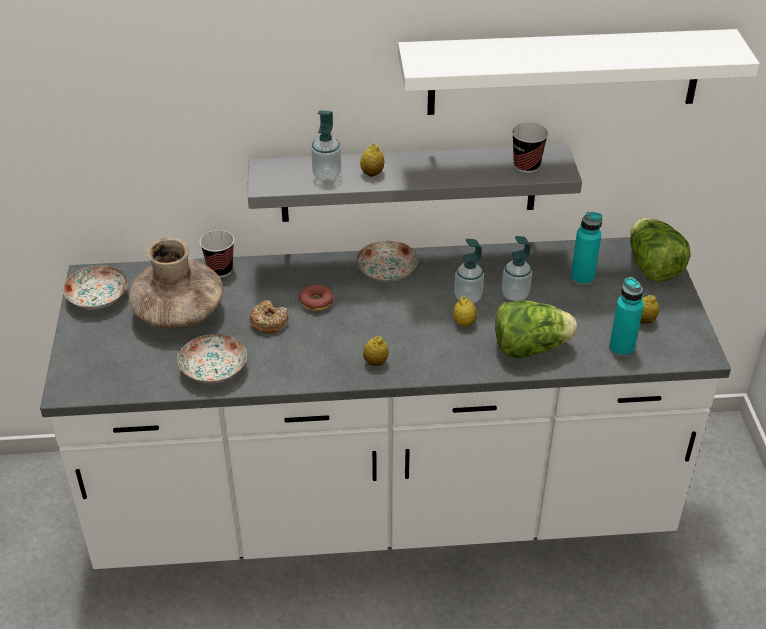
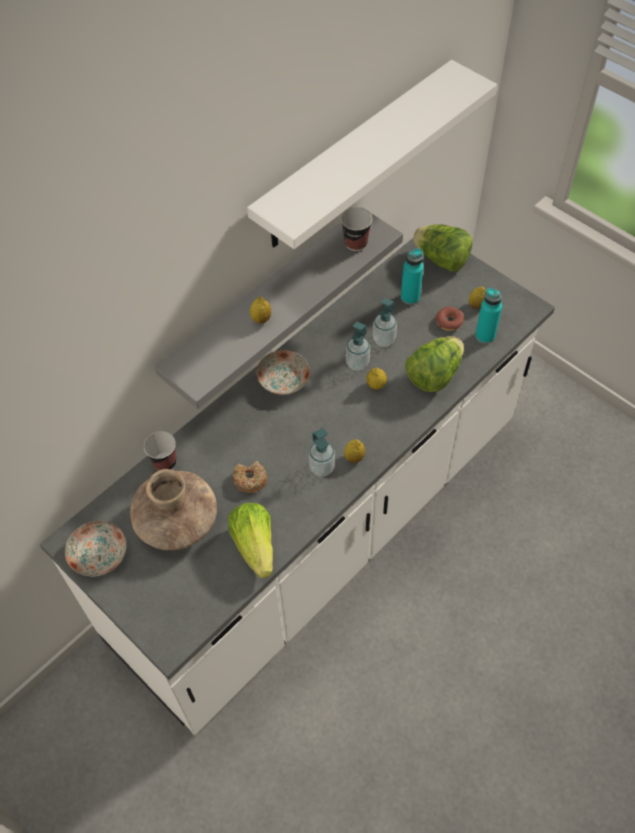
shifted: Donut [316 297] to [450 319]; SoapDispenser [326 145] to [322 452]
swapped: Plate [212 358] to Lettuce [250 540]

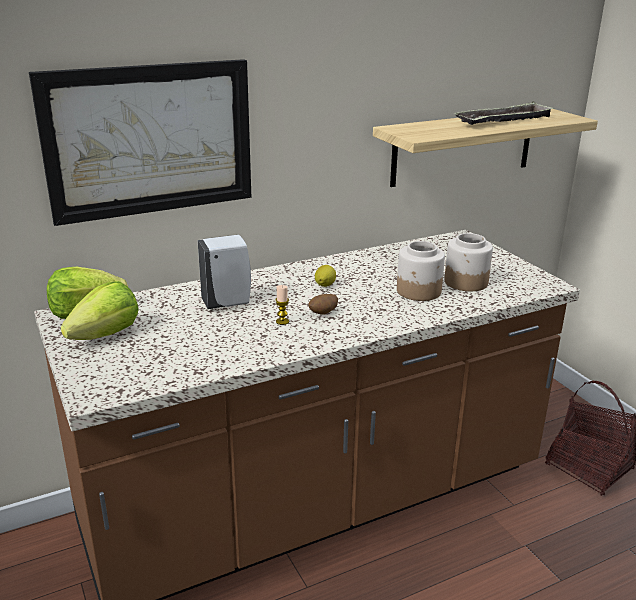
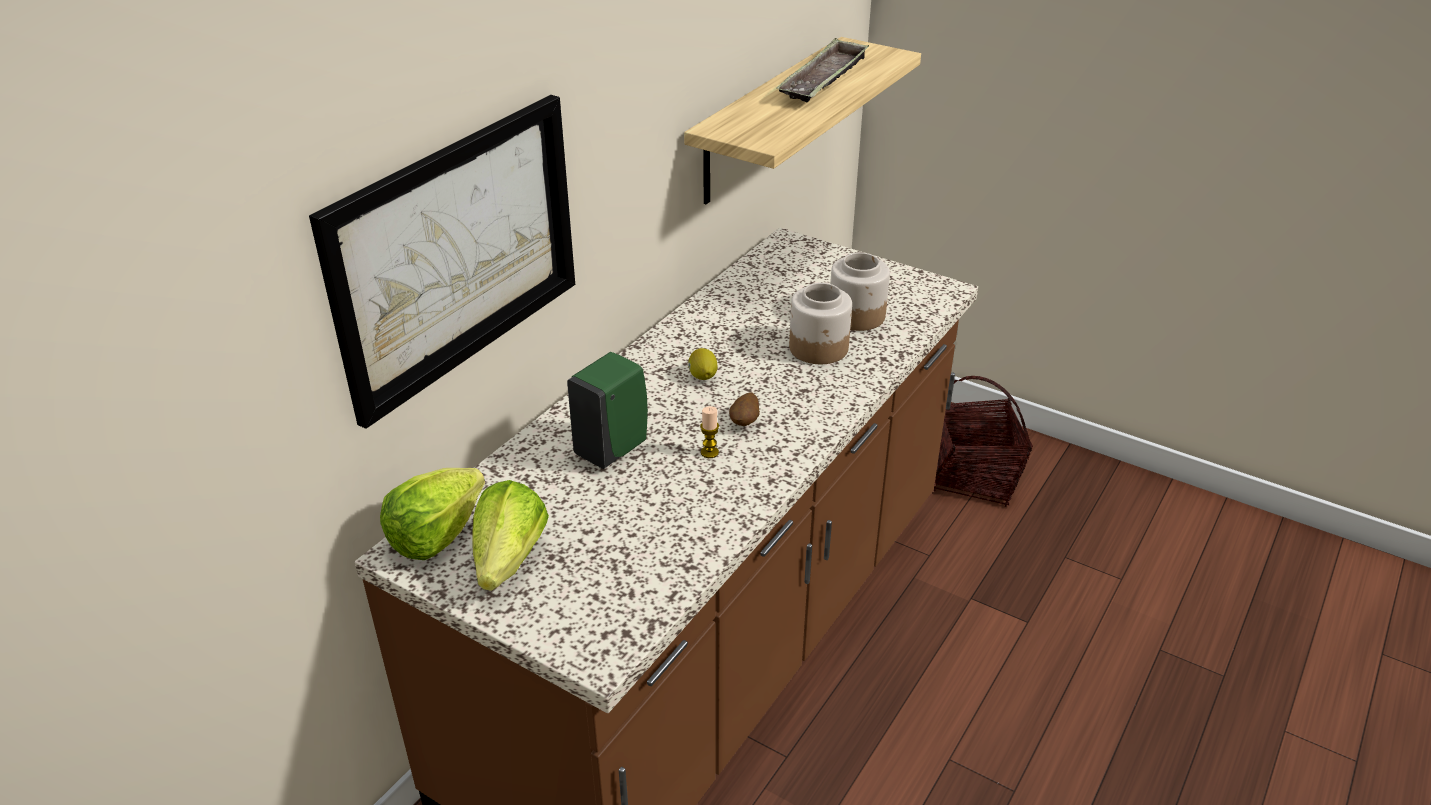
repainted: WhiteSoapDispenser [224 272] to GreenSoapDispenser [607 410]

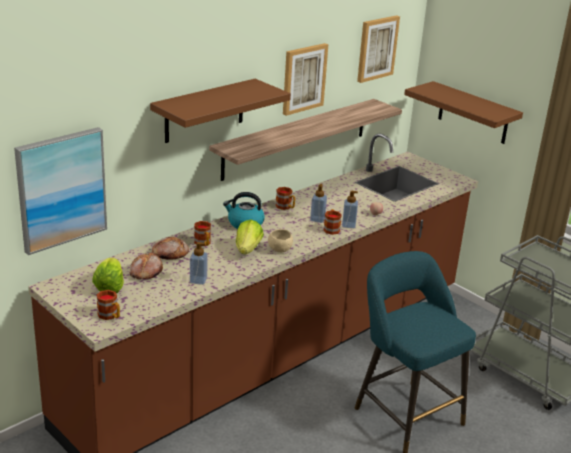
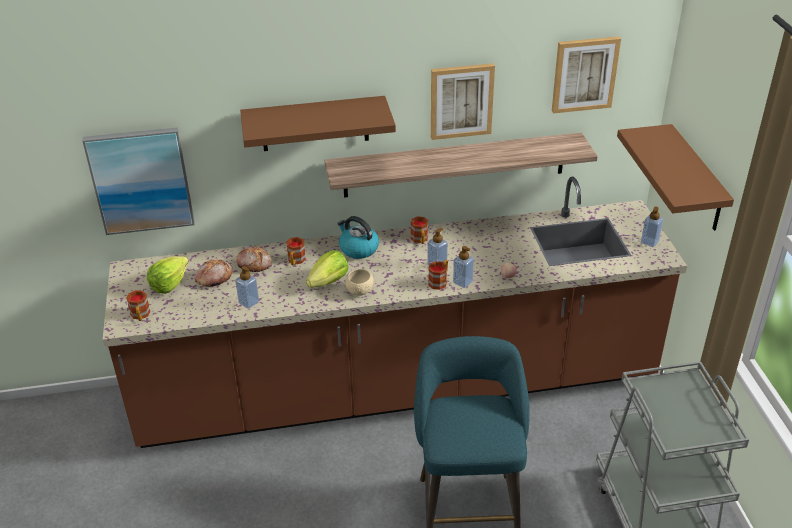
new: SoapDispenser [652 226]

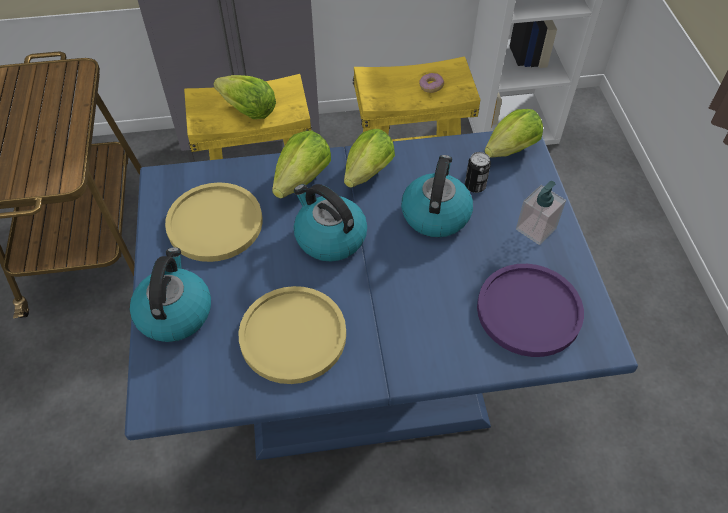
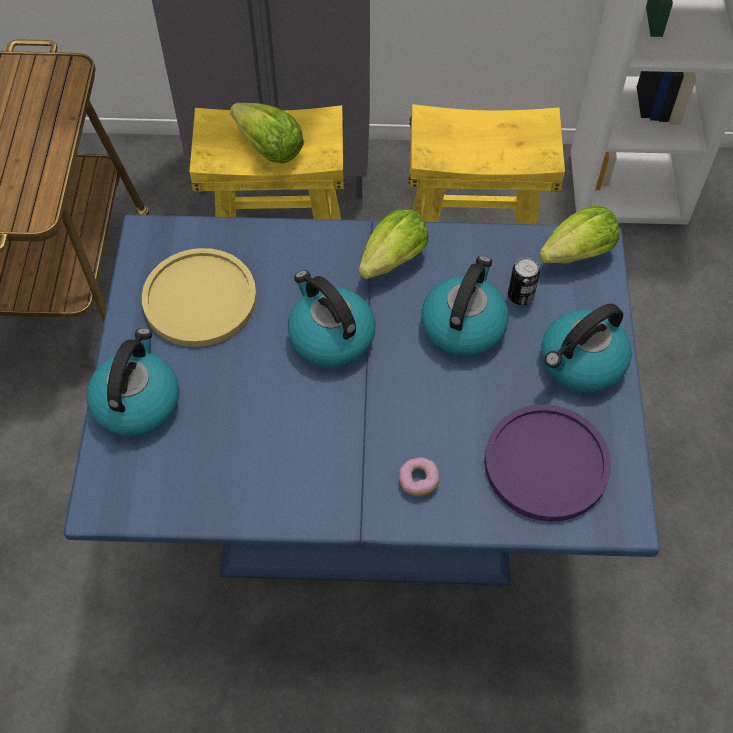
gone: YellowPlate [292 335]; Lettuce [301 165]
shifted: Donut [431 83] to [419 476]
swapped: SoapDispenser [541 213] to Kettle [586 348]

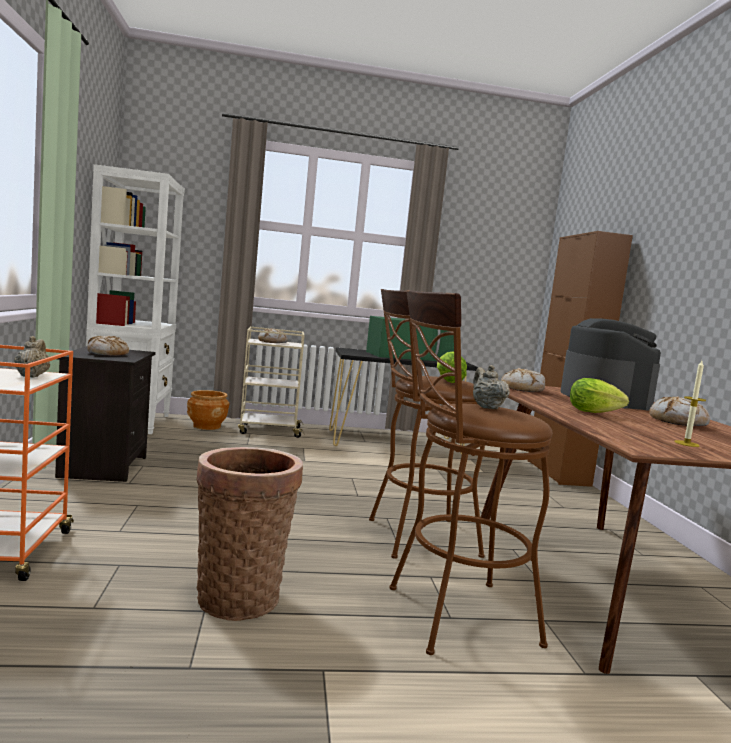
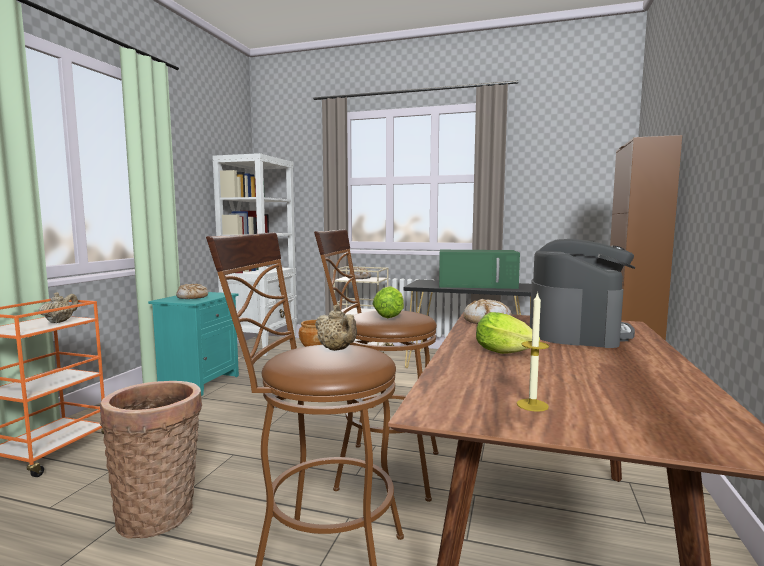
gone: Bread [679 411]
repainted: BlackNightstand [105 414] to TurquoiseNightstand [193 344]
rotated: BeigeTeapot [491 387] = [336 328] 135 degrees clockwise

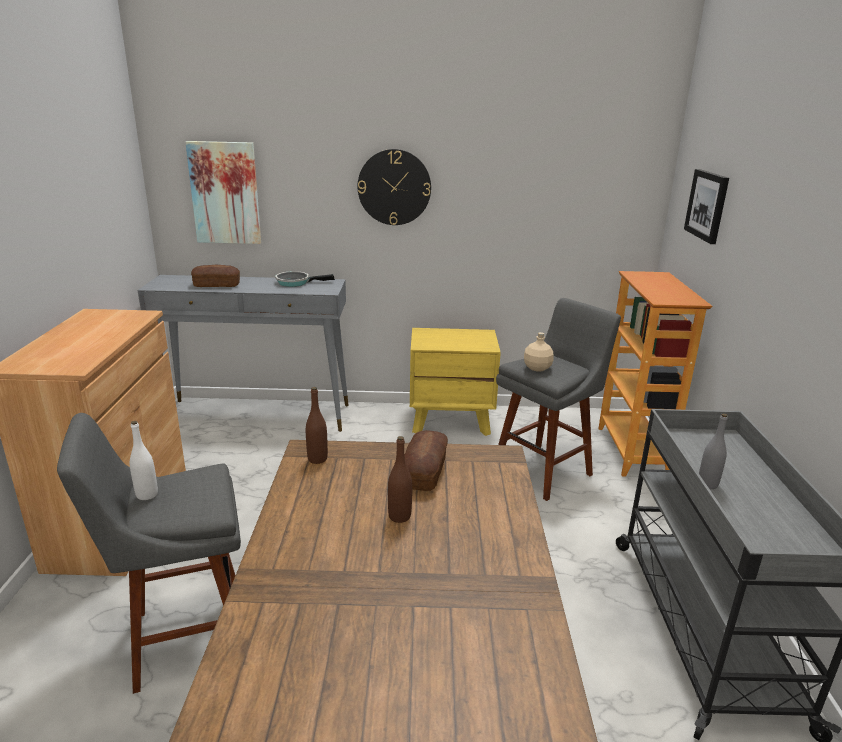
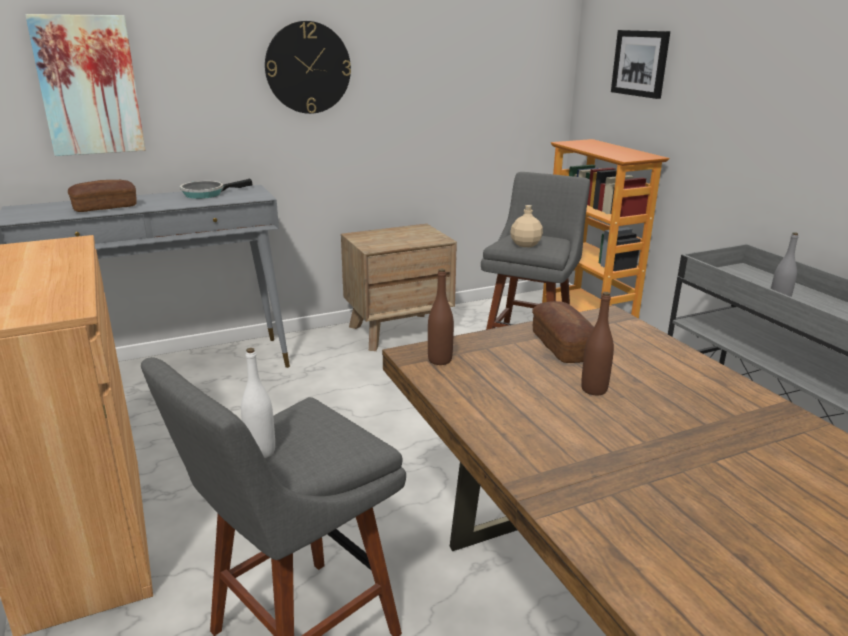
repainted: YellowNightstand [455 382] to BrownNightstand [399 287]

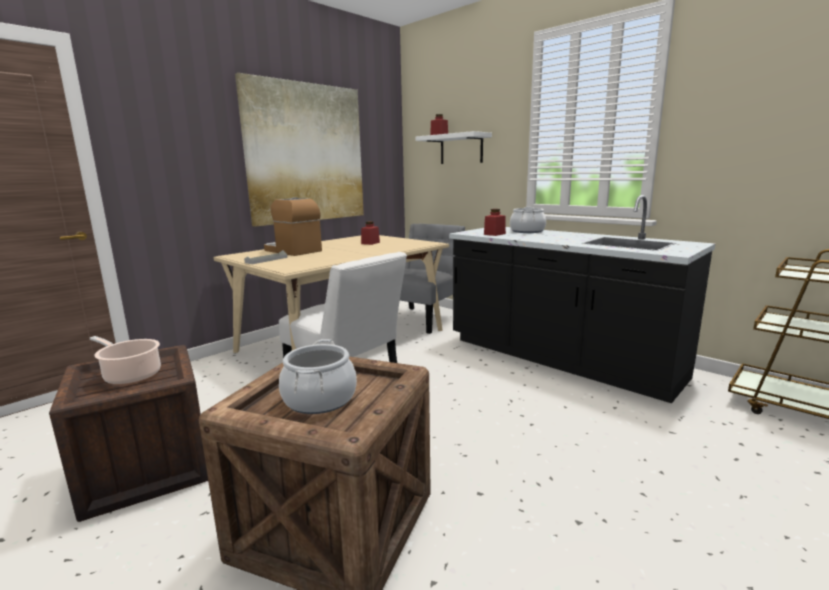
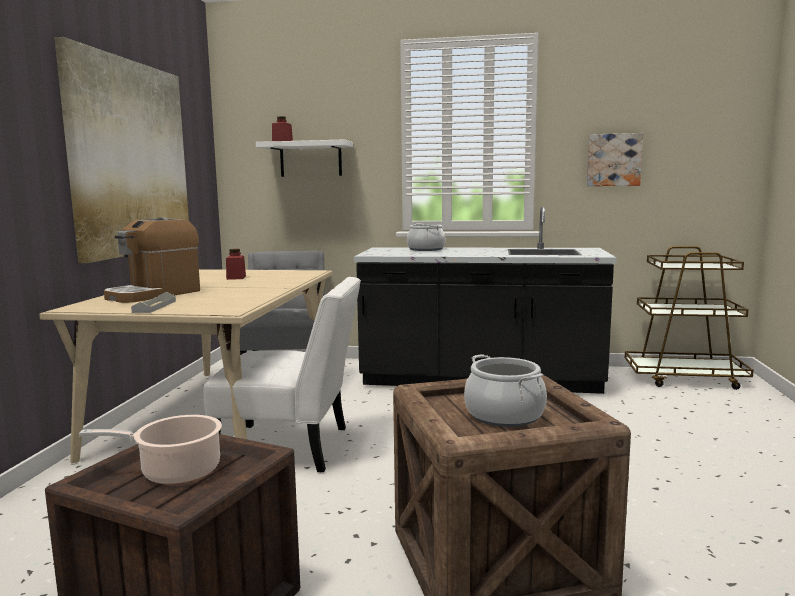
gone: RedJar [495 222]
new: Picture [615 159]
rotated: CoffeeMachine [293 227] = [152 260] 60 degrees counterclockwise

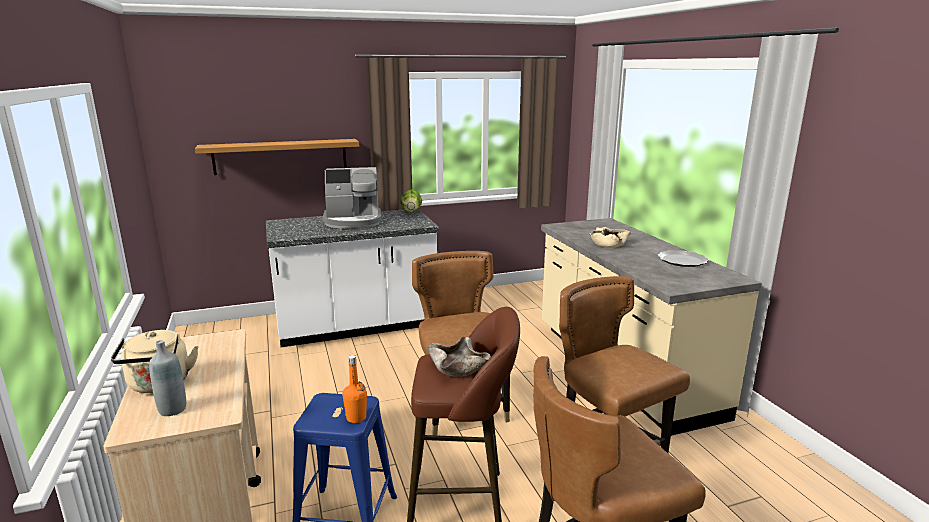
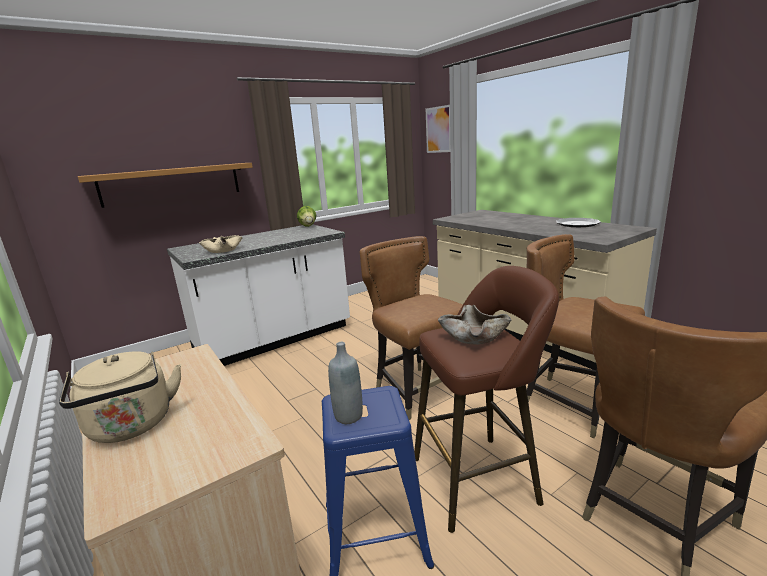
gone: CoffeeMachine [352 198]; OrangeBottle [354 389]
new: Picture [438 129]
shifted: GreyBottle [167 378] to [345 383]; BeigeBowl [610 237] to [221 244]

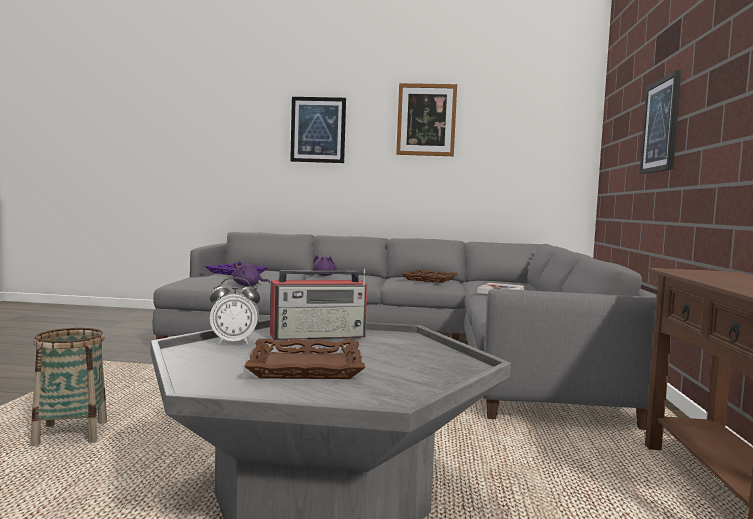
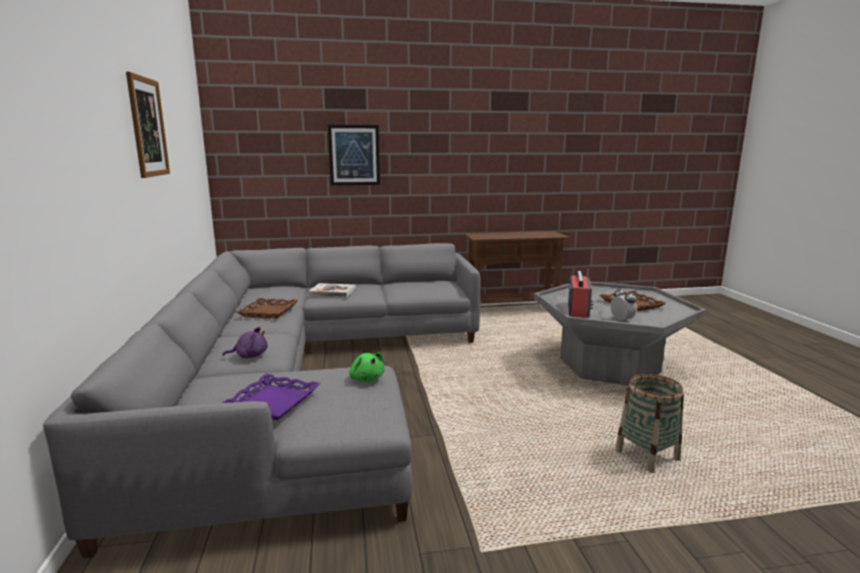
gone: Picture [318 130]
repainted: PurplePlushToy [252 273] to GreenPlushToy [366 367]
rotated: Radio [318 304] = [581 293] 45 degrees clockwise

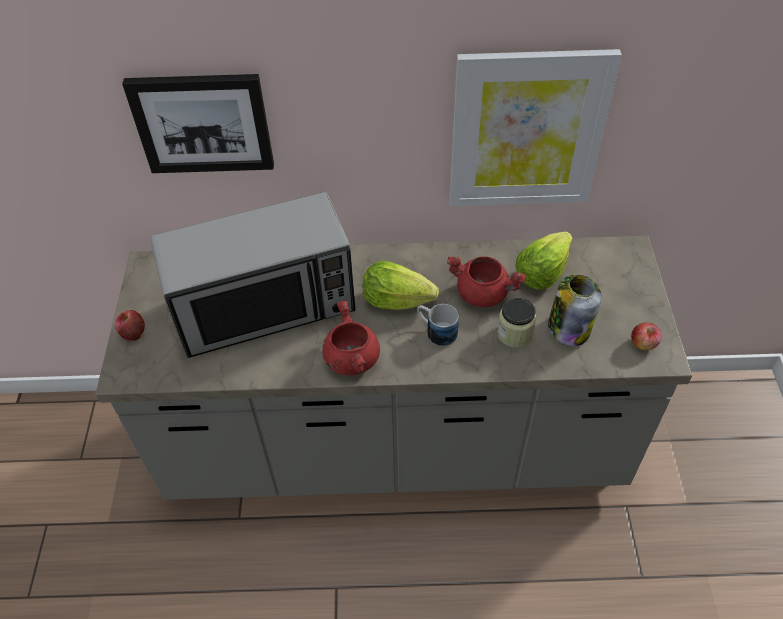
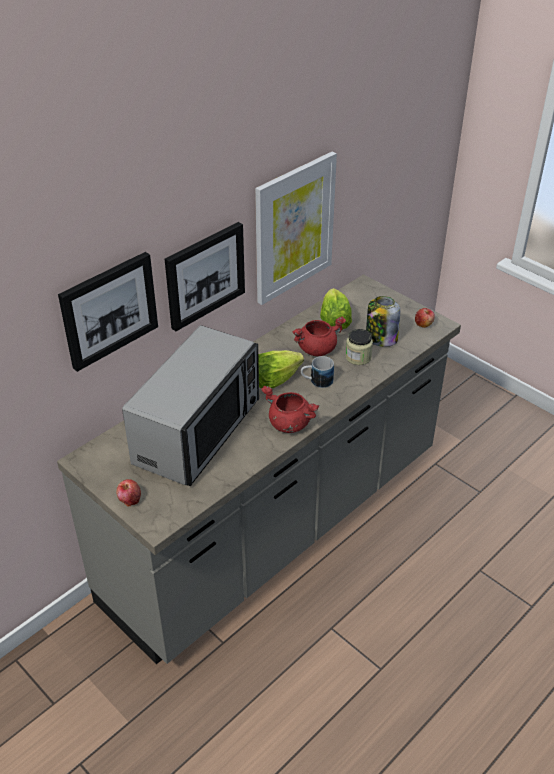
new: Picture [205 276]

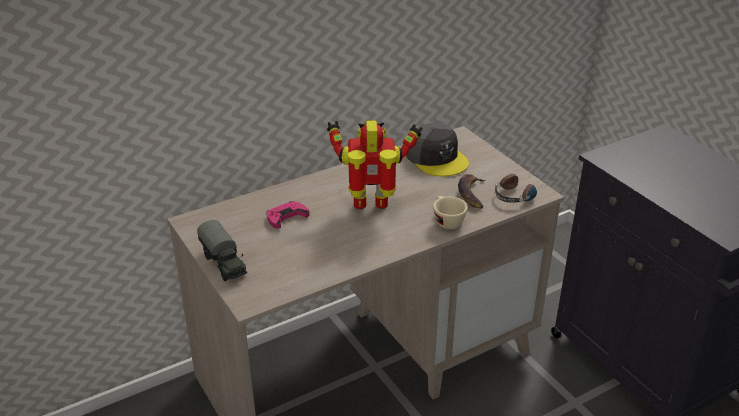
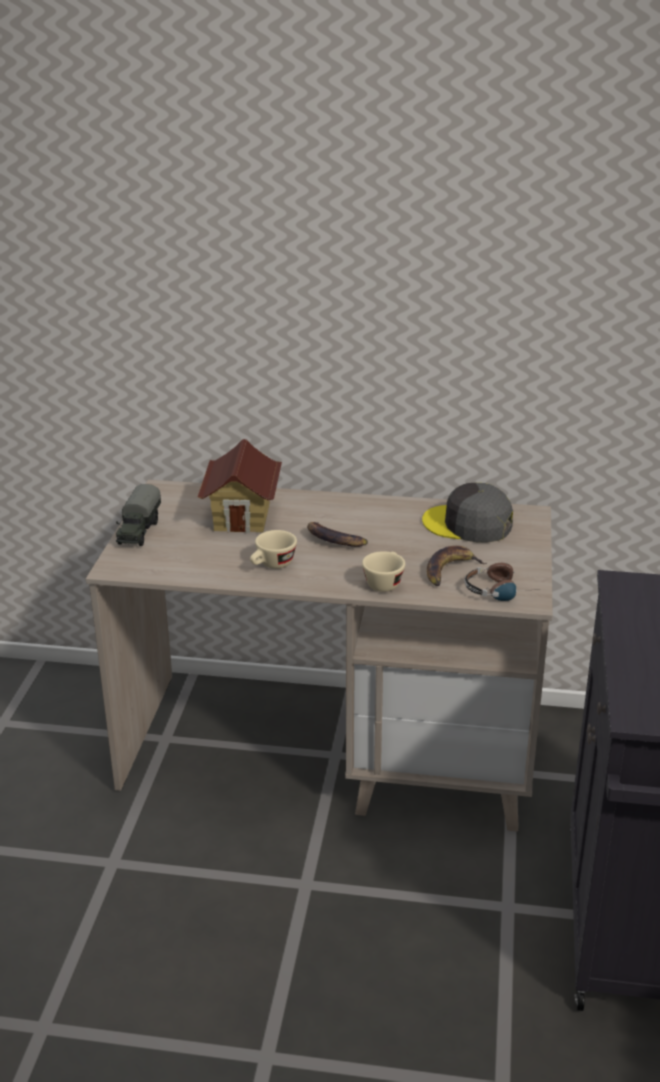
new: BeigeCup [273 549]
swapped: PinkGameController [287 215] to ToyHouse [240 486]; ToyRobot [375 164] to Banana [337 534]
rotated: GreyCap [437 150] = [467 513] 105 degrees clockwise

